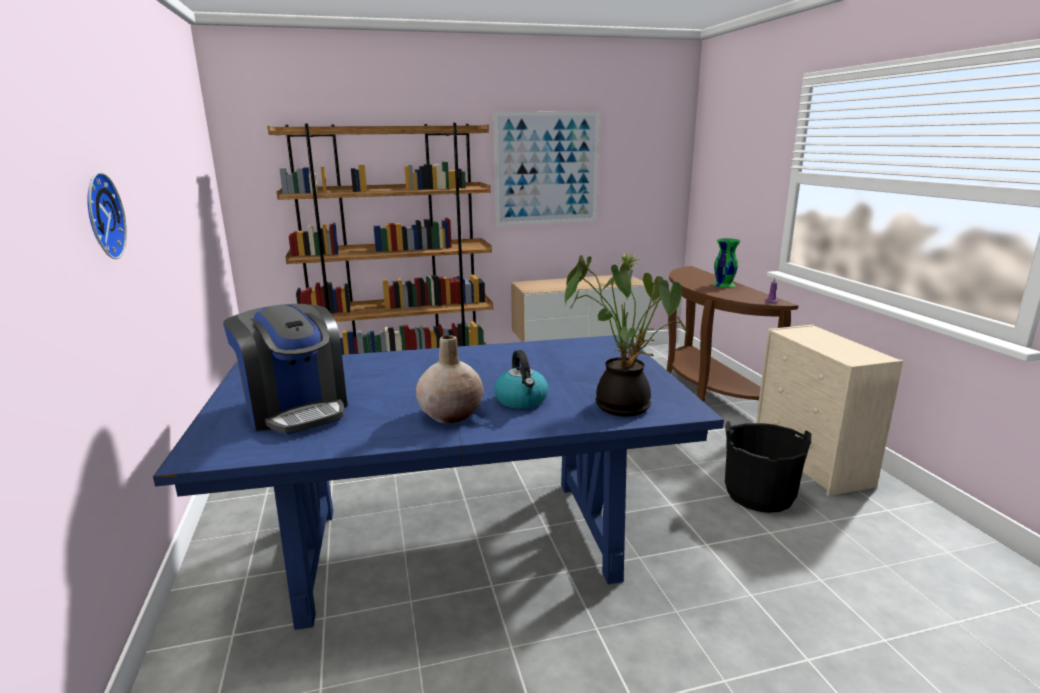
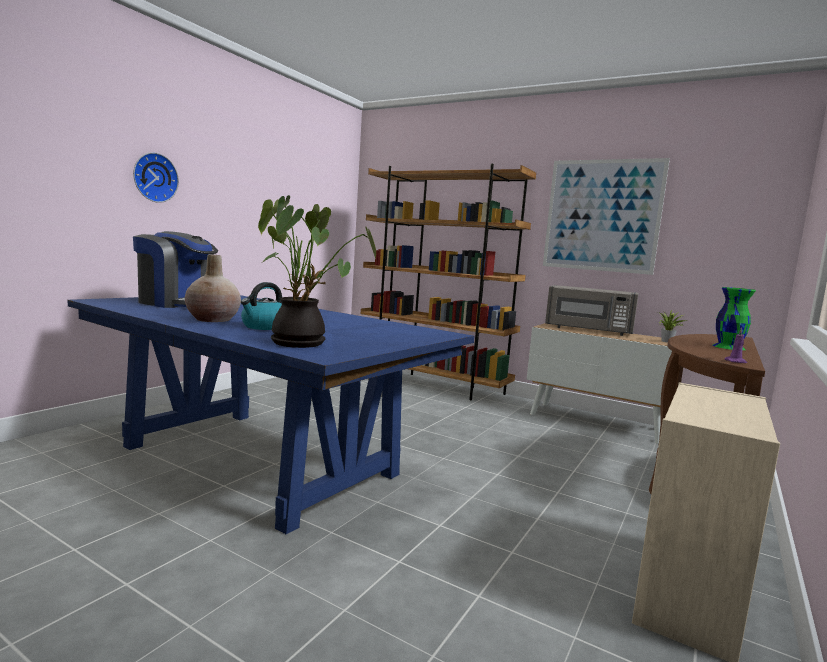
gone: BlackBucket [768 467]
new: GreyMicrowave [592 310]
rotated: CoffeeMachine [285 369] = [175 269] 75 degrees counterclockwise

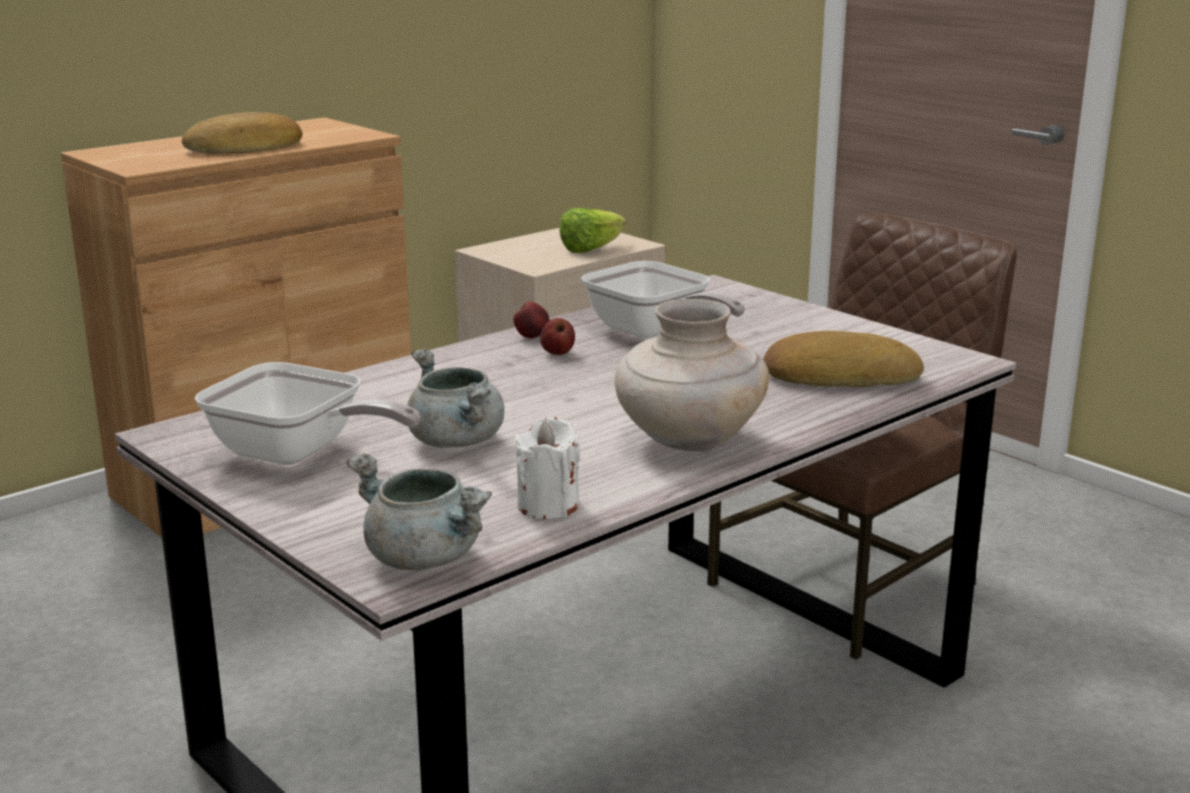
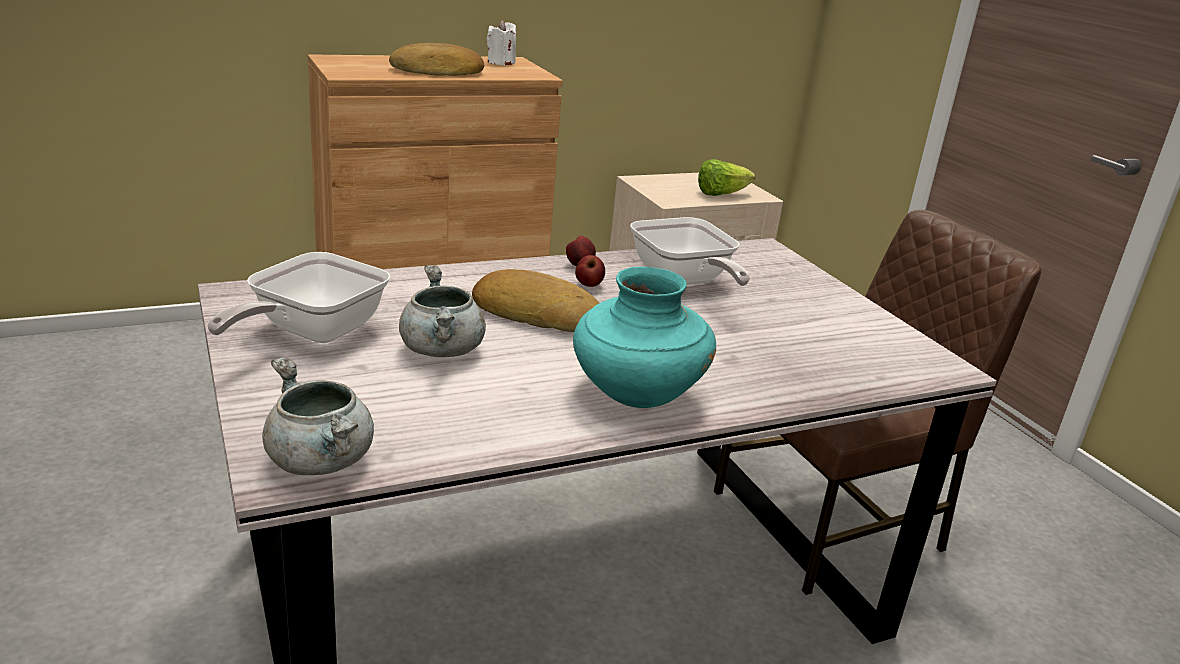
shifted: WhiteCandle [547 468] to [501 42]; Bread [843 359] to [535 300]
repainted: BeigeVase [692 375] to TurquoiseVase [644 337]
rotated: FryingPan [307 413] = [298 297] 75 degrees clockwise

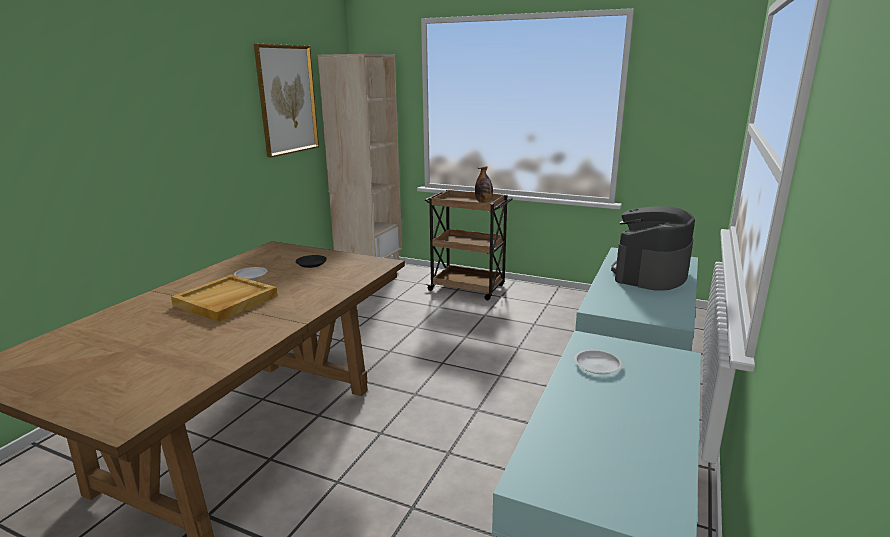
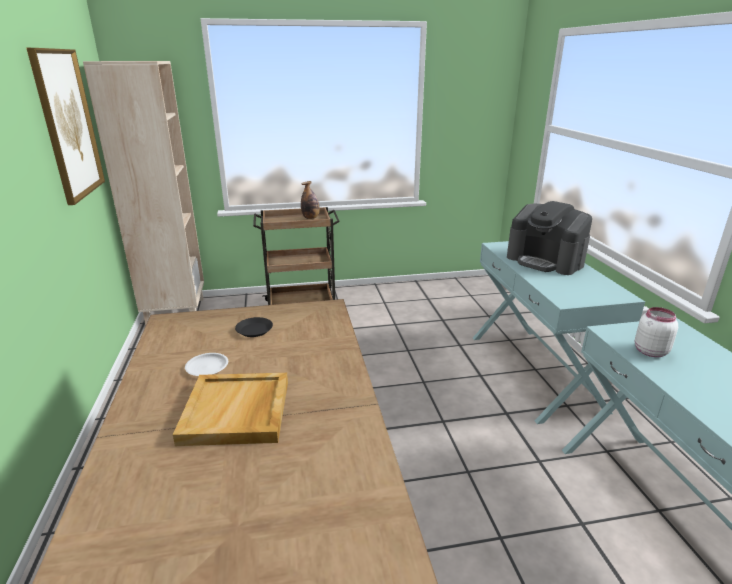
swapped: WhitePlate [598 362] to WhiteJar [656 332]
rotated: CoffeeMachine [653 248] = [549 238] 45 degrees counterclockwise

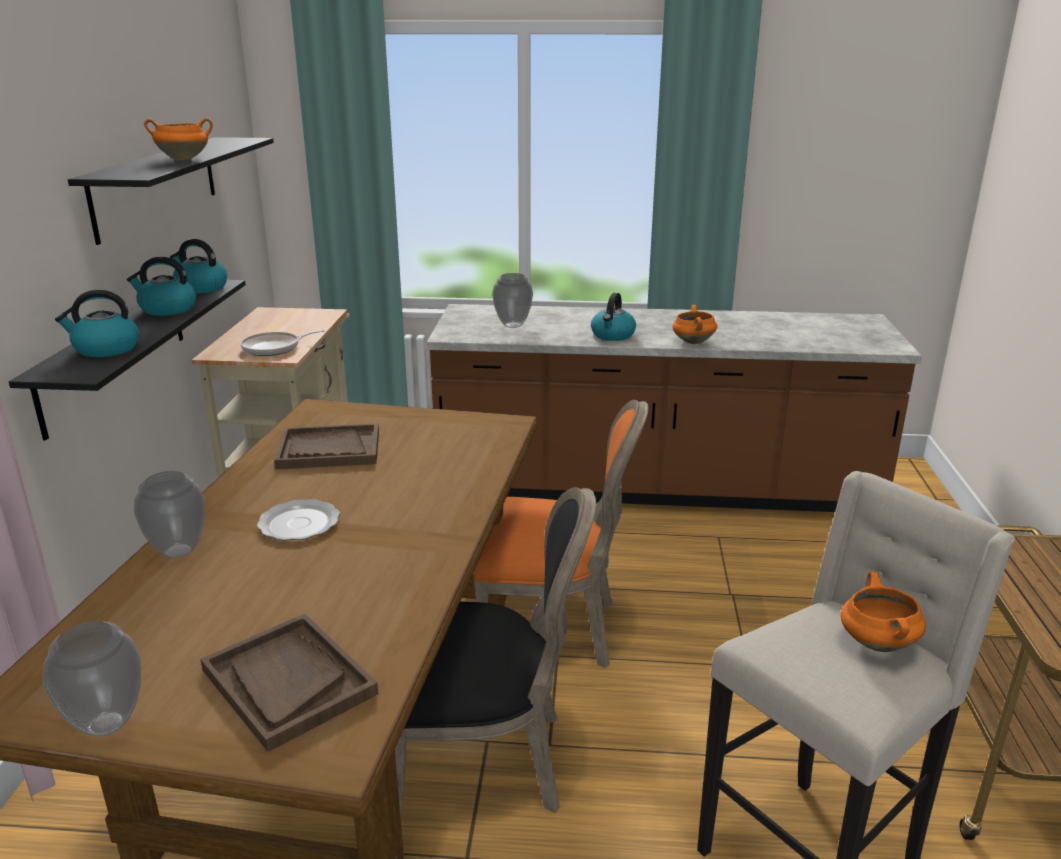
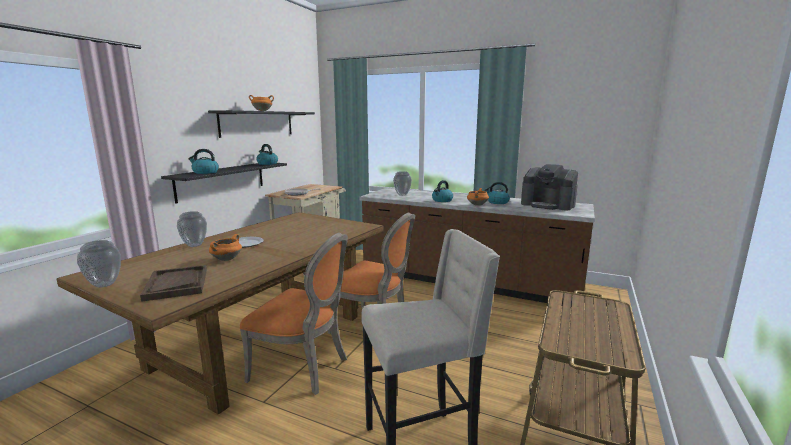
gone: BrownTray [326 446]
new: CoffeeMachine [549 187]
shifted: Kettle [161 286] to [497 193]; OrangeCookingPot [883 612] to [225 247]
repainted: BlackChair [495 652] to OrangeChair [294 314]

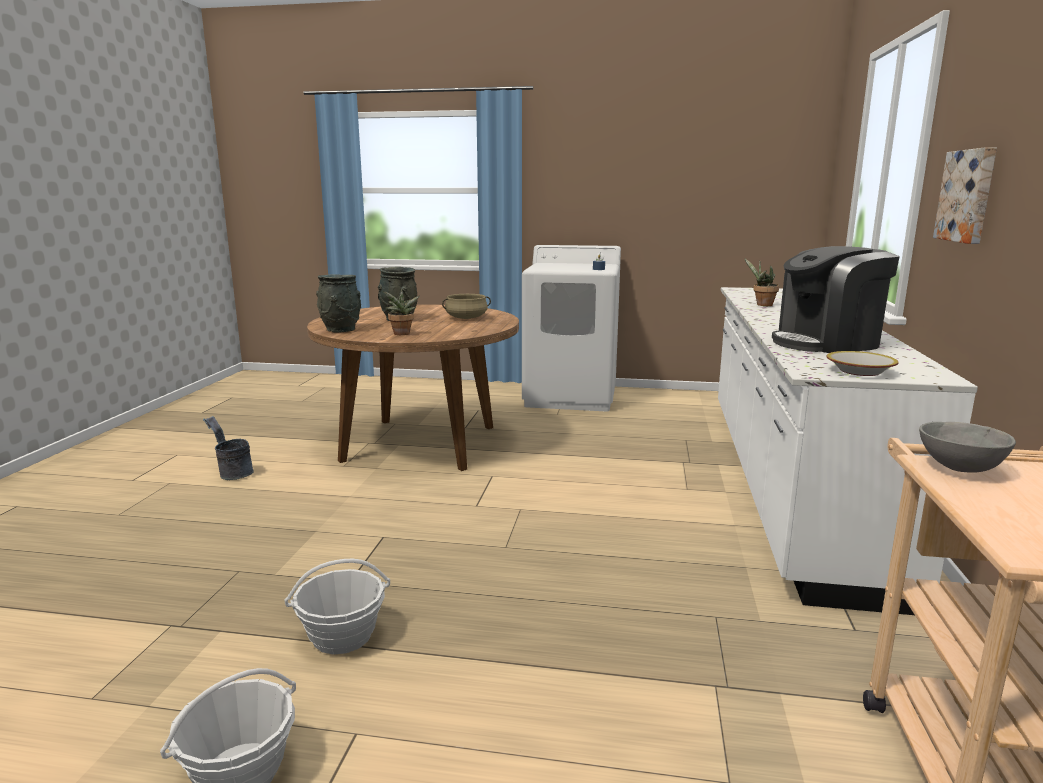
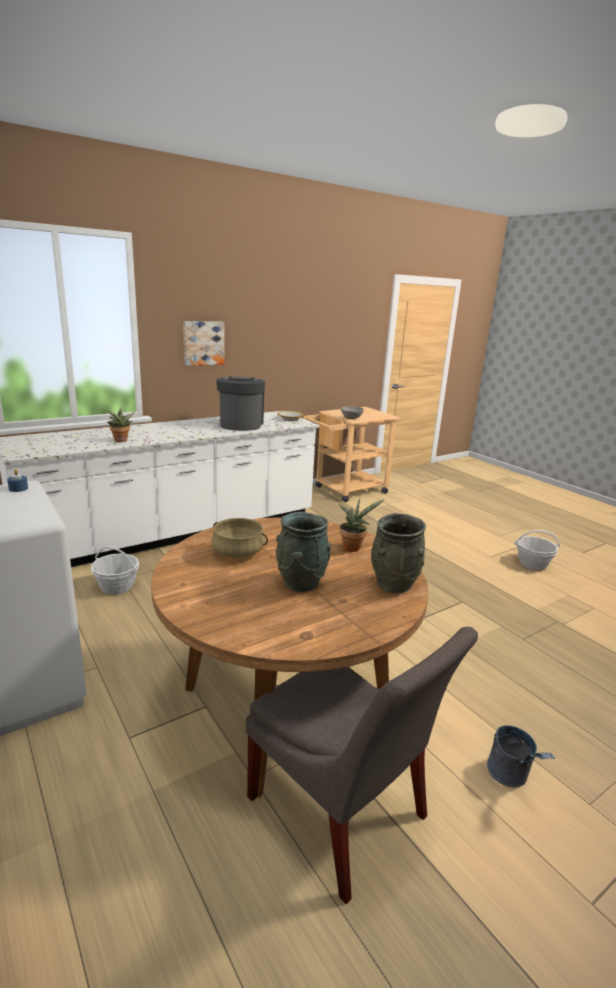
new: GreyChair [362 765]
shifted: Basket [337 606] to [115 570]
rotated: CoffeeMachine [836 299] = [240 403] 120 degrees counterclockwise

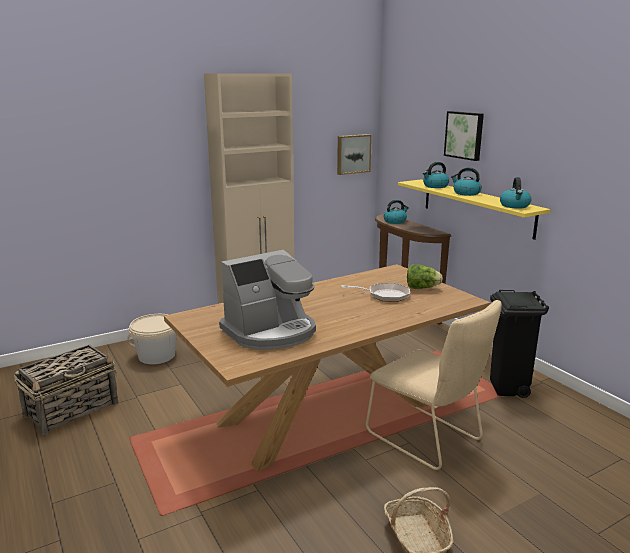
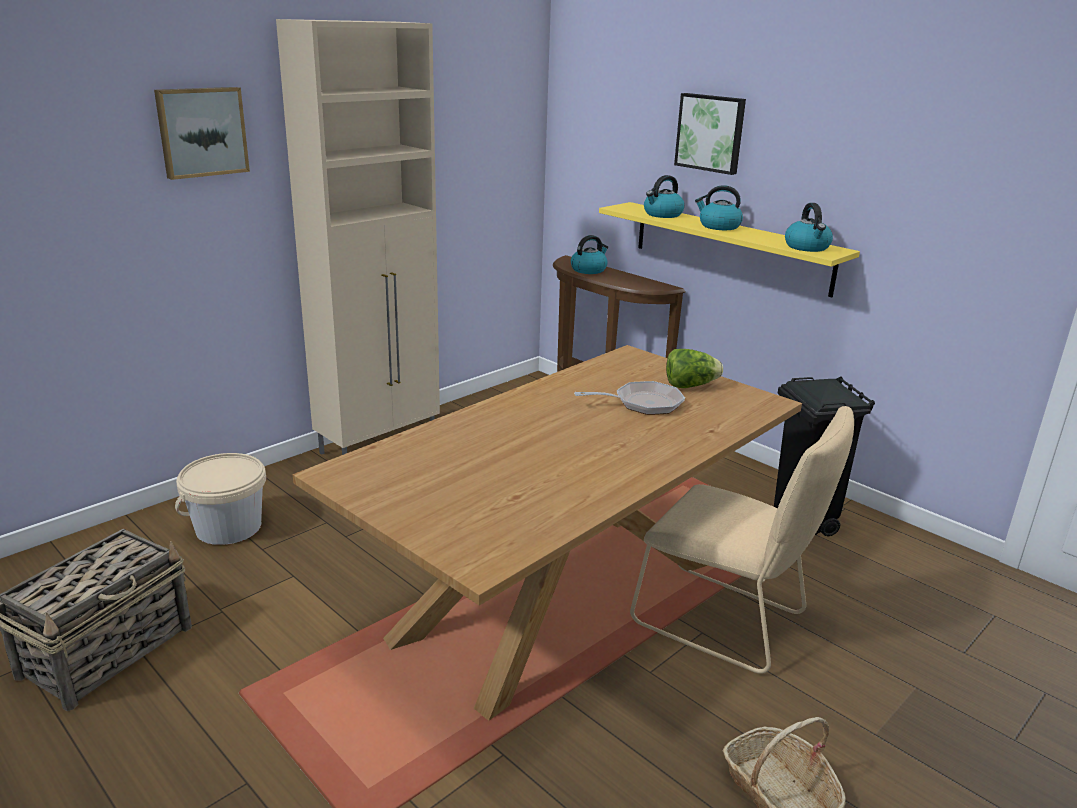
gone: CoffeeMachine [267 300]
shifted: Picture [354 154] to [202 133]

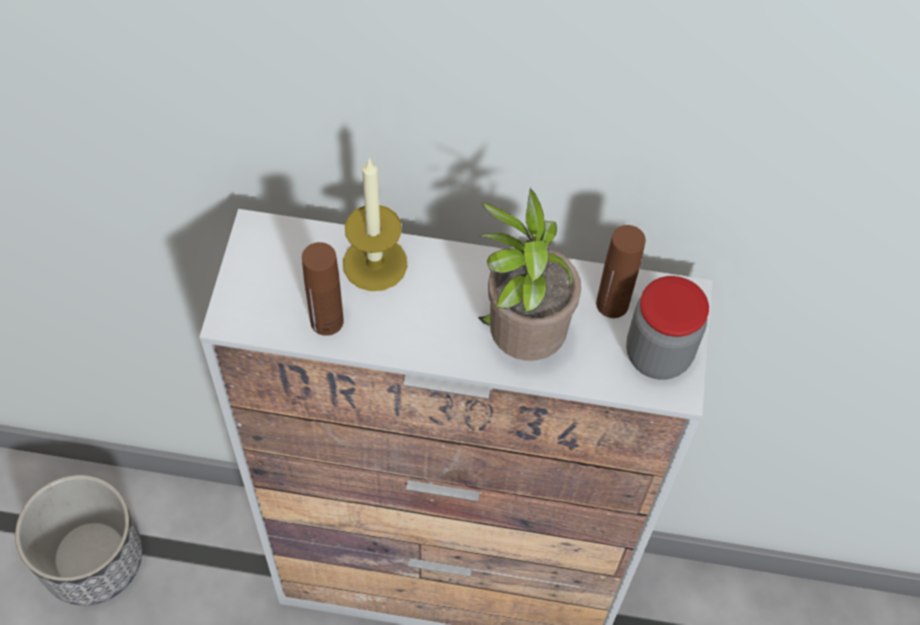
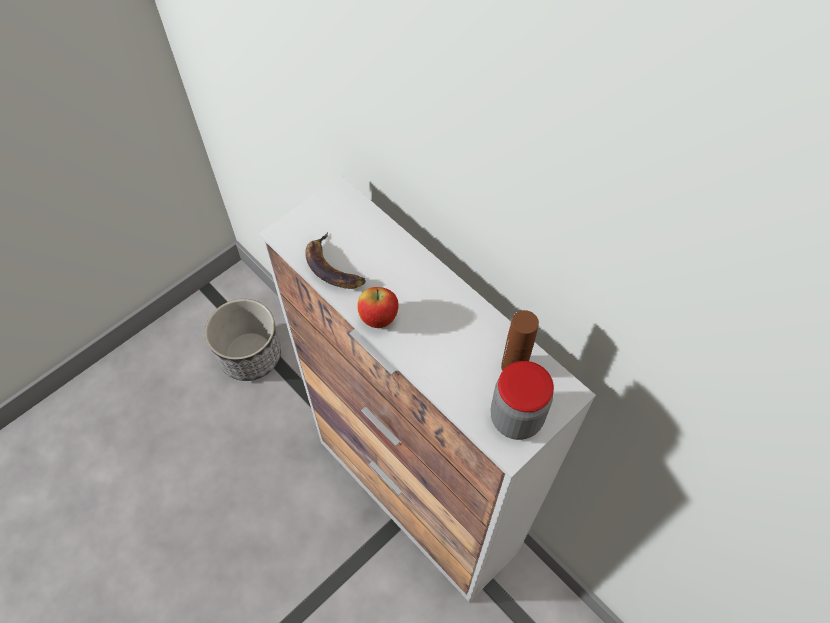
gone: Candle [375 224]; PottedPlant [529 274]
new: Apple [378 307]
swapped: BrownBottle [323 289] to Banana [335 260]

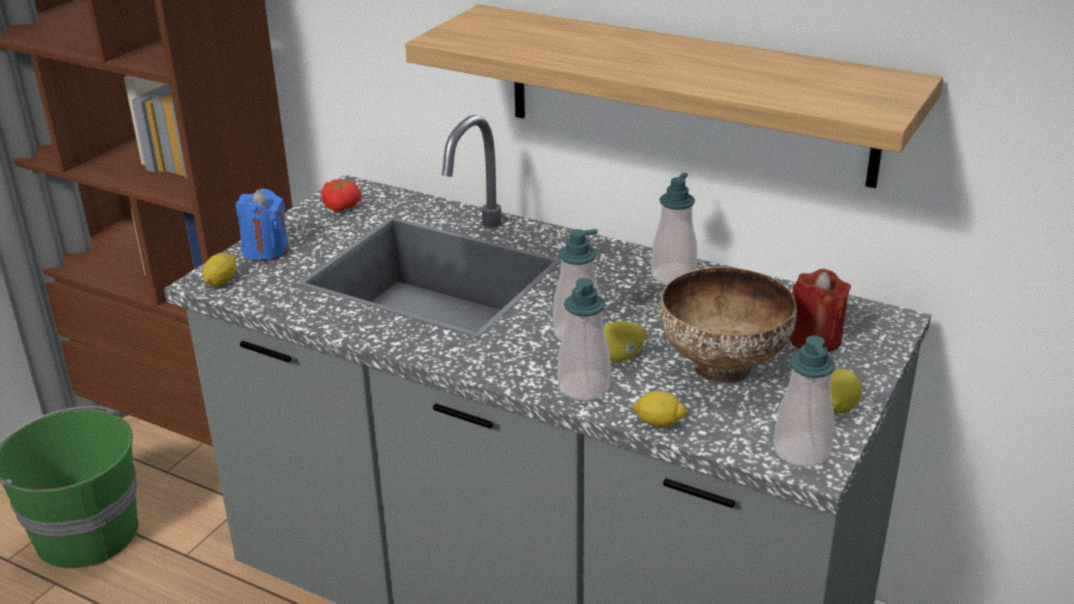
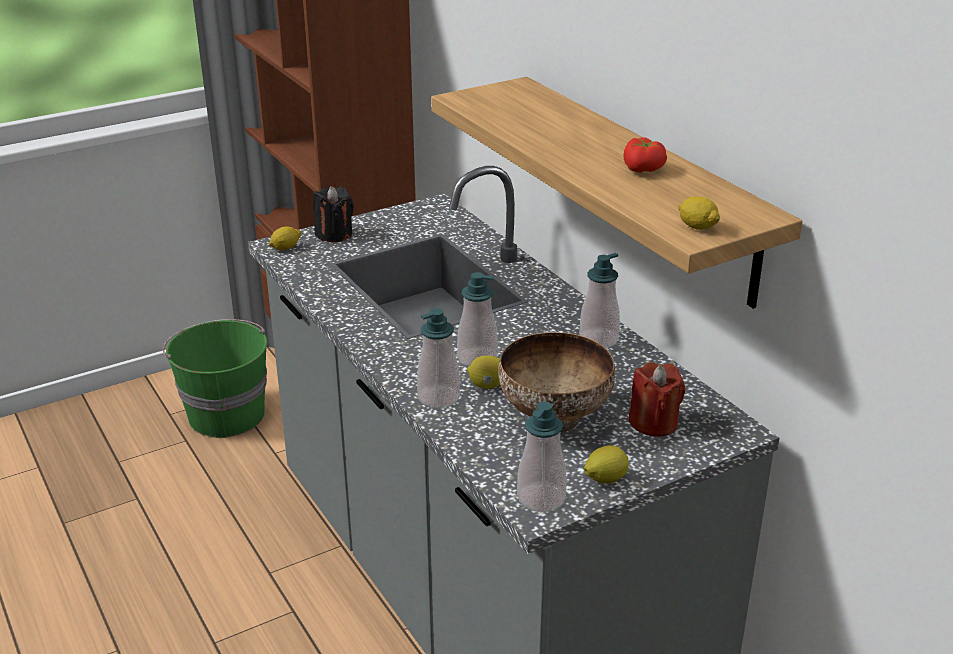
shifted: Tomato [341 195] to [645 155]; Lemon [659 409] to [699 213]
repainted: BlueCandle [262 225] to BlackCandle [333 214]

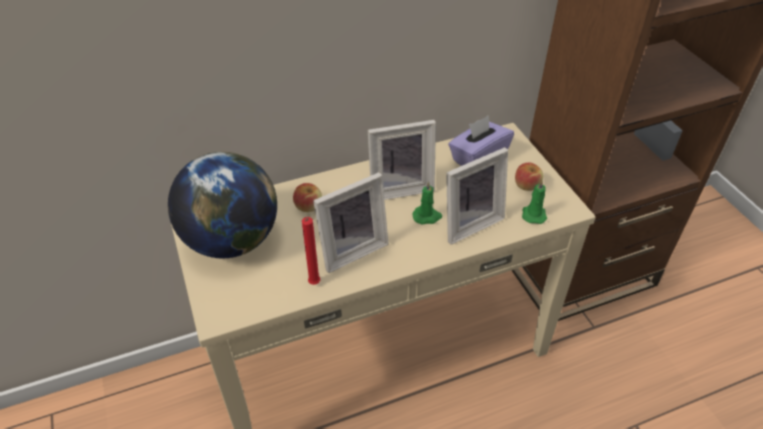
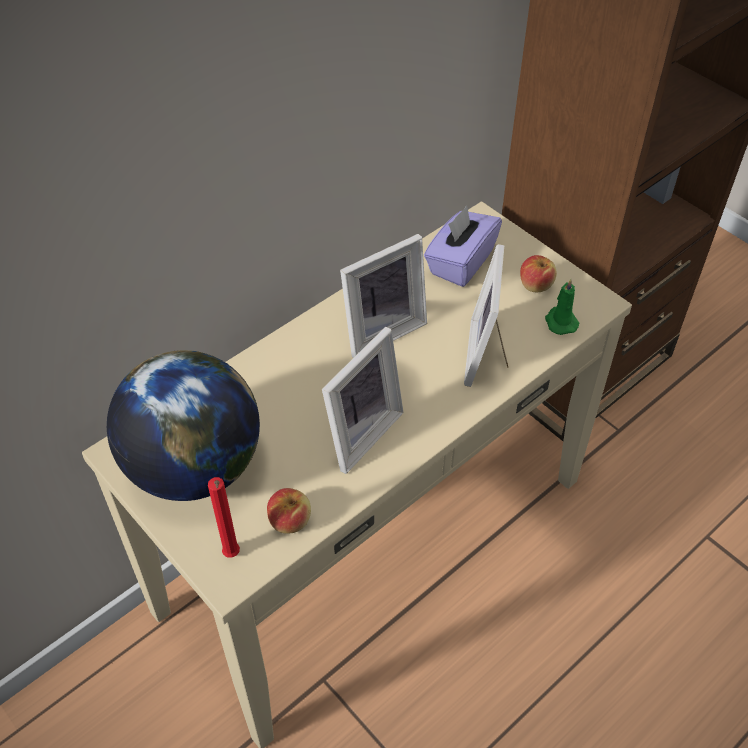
gone: GreenCandle [427 202]
shifted: Apple [307 197] to [289 511]; RedCandle [311 251] to [224 517]
rotated: PictureFrame [477 196] = [486 315] 150 degrees clockwise

